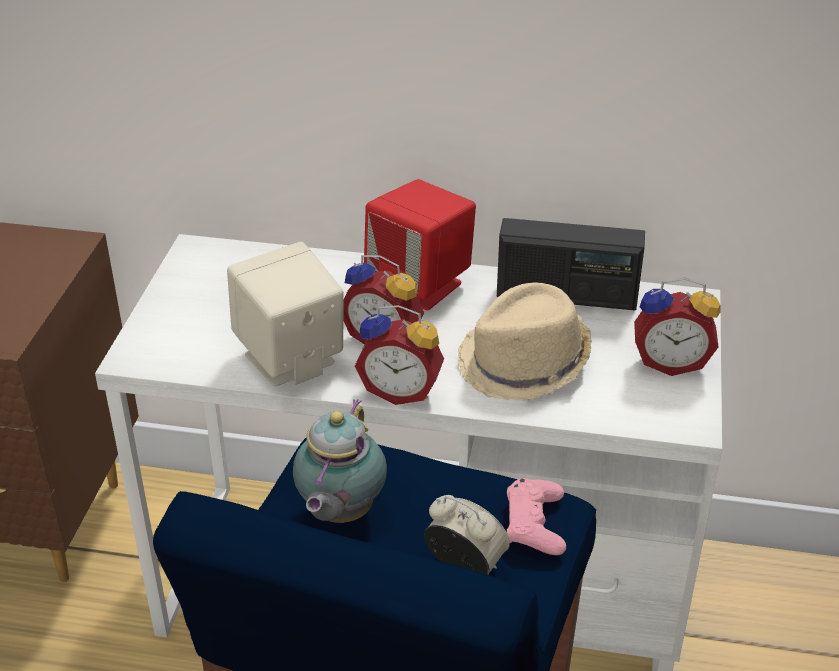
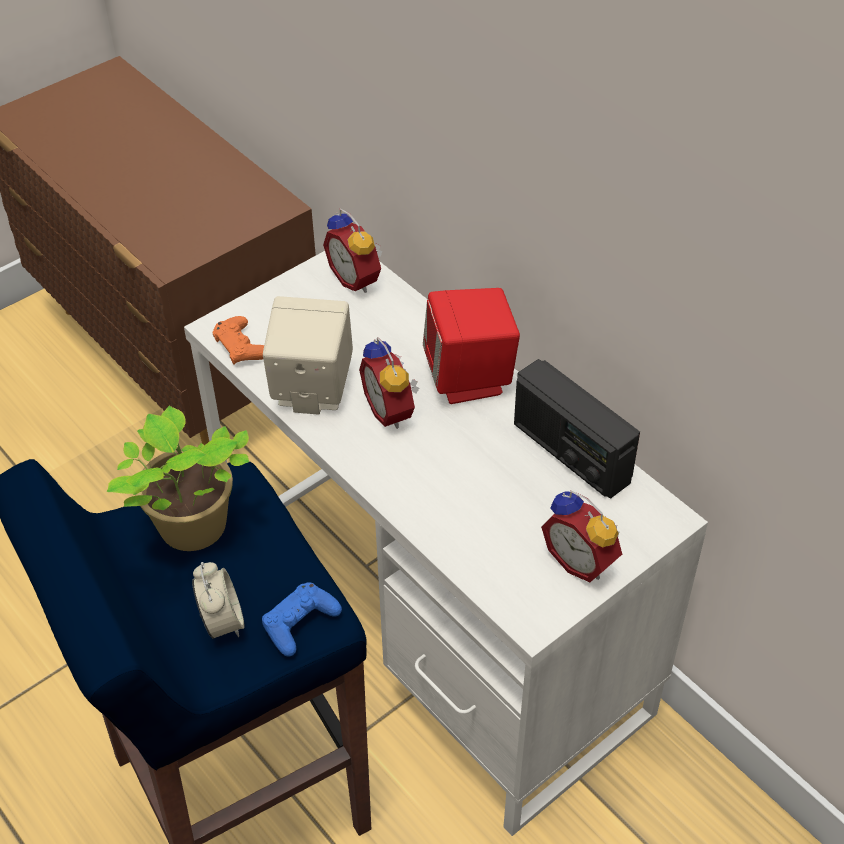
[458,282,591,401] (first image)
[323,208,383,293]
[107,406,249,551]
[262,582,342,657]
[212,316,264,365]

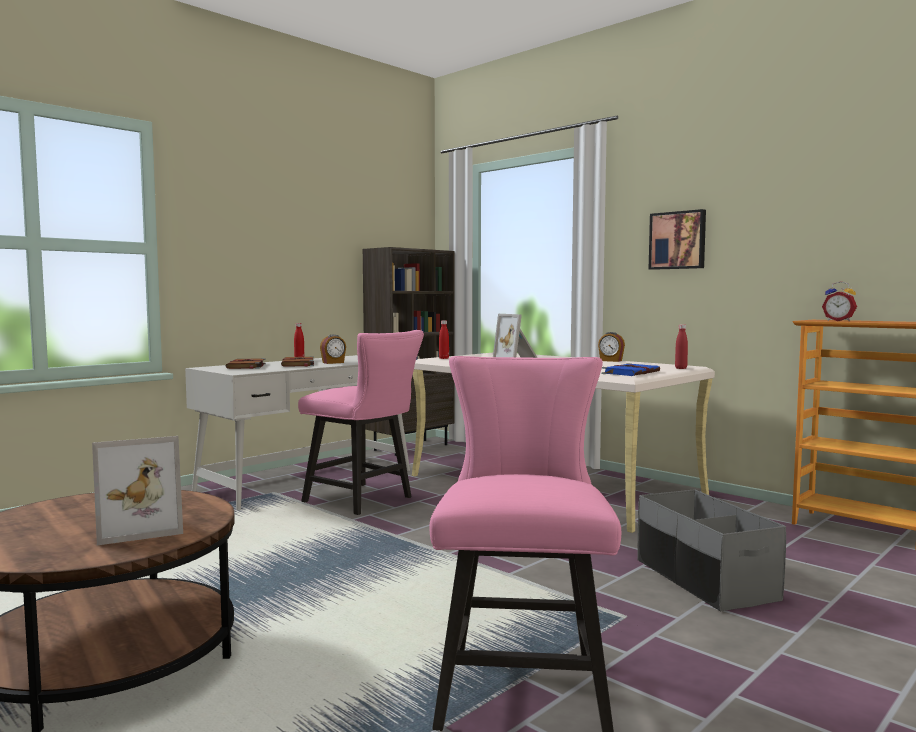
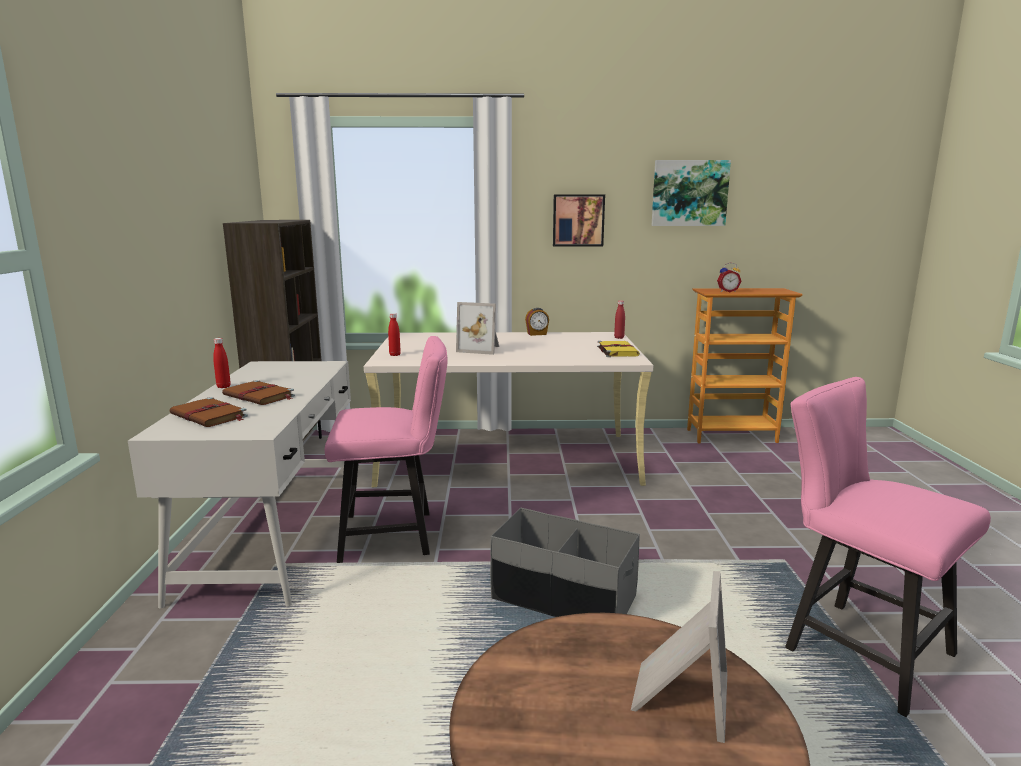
[320,335,346,364] (first image)
[597,341,640,357]
[490,508,640,617]
[652,160,731,226]

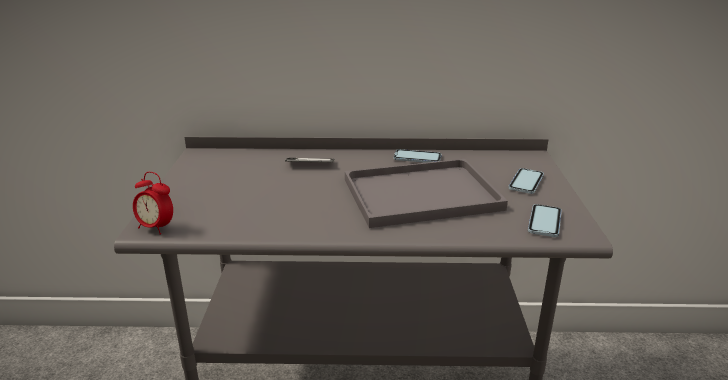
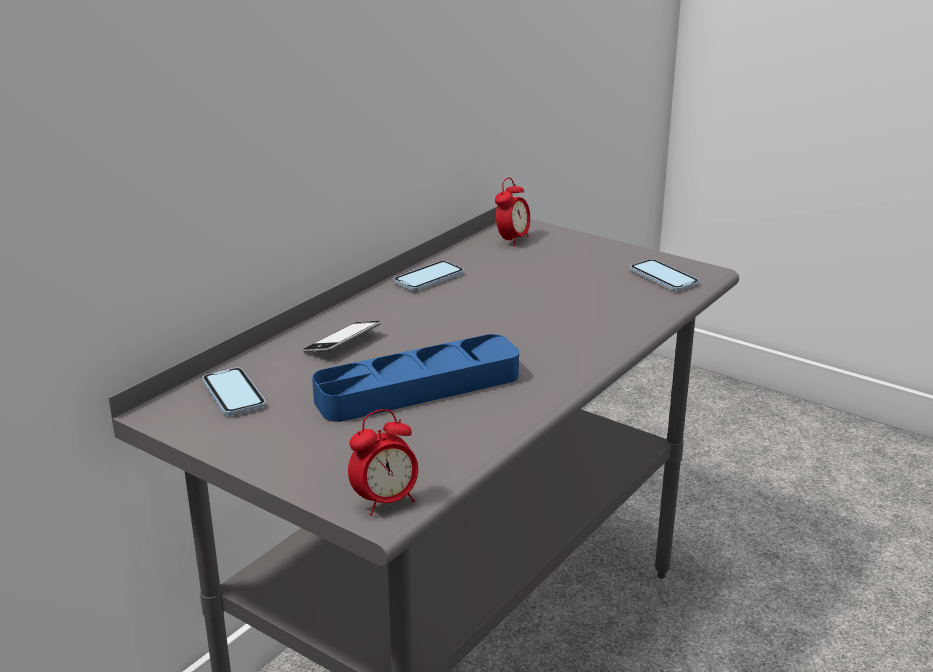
[345,159,508,228] (first image)
[202,368,266,416]
[495,177,530,247]
[312,334,519,422]

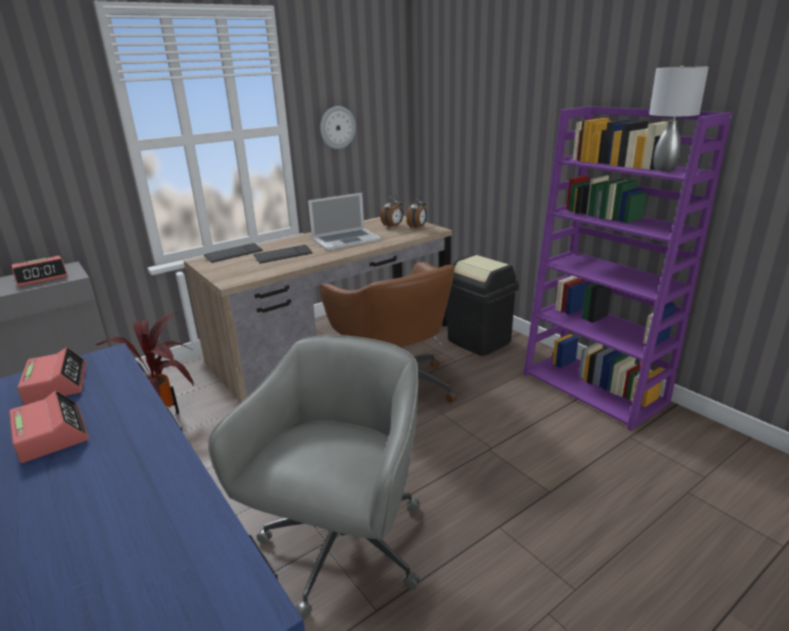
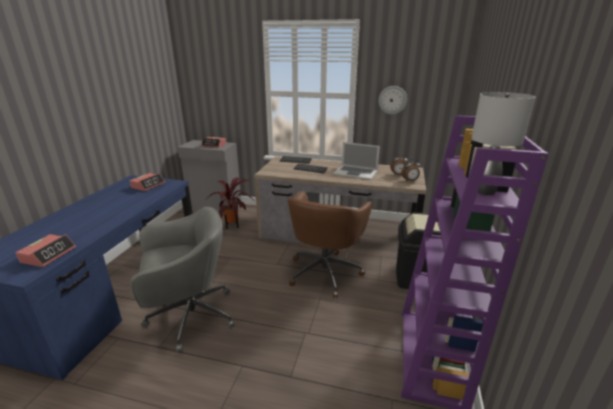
[16,234,76,267]

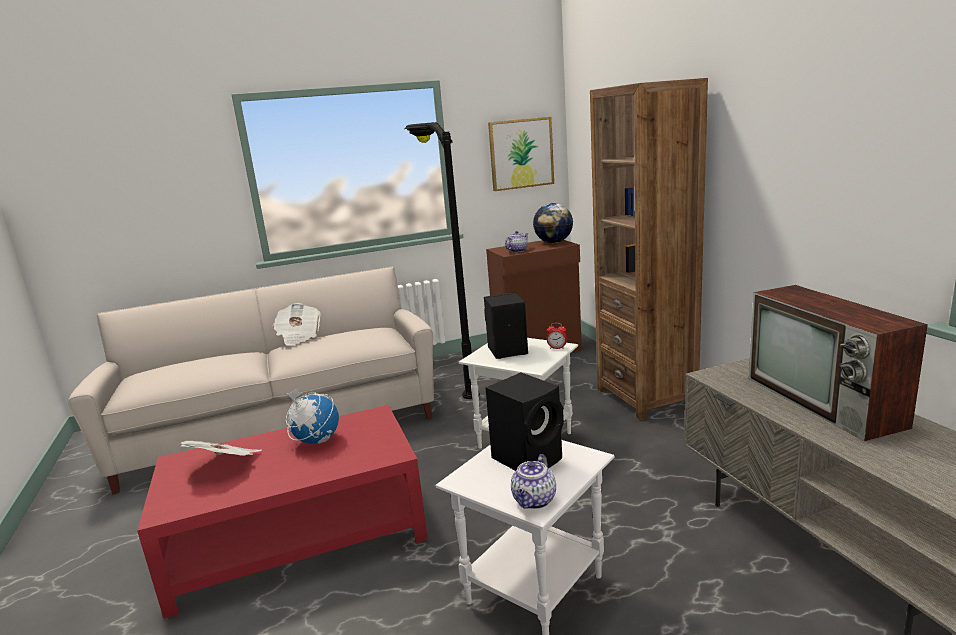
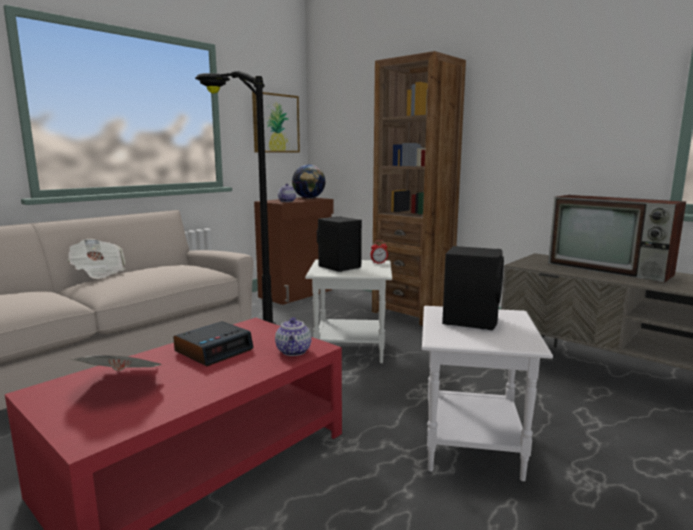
[173,321,254,366]
[275,317,312,356]

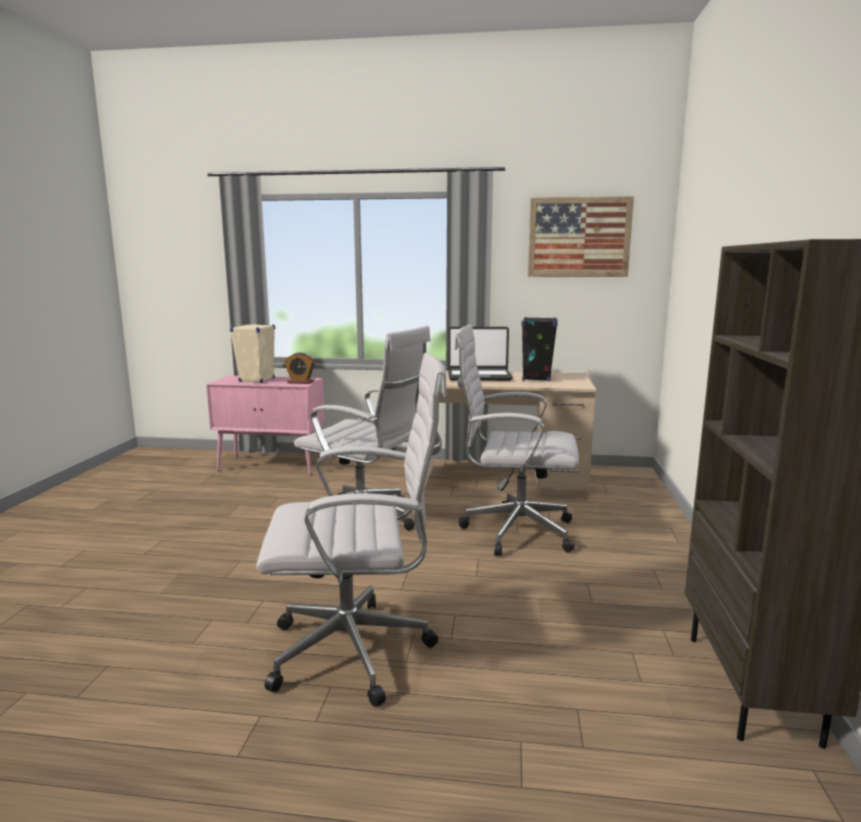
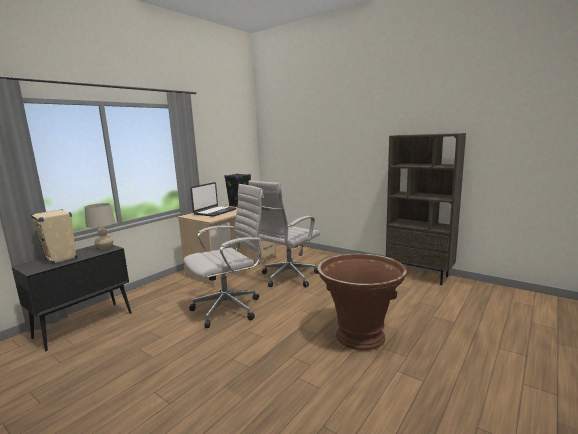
[528,196,634,277] (first image)
[84,203,116,250]
[317,253,407,350]
[12,245,132,351]

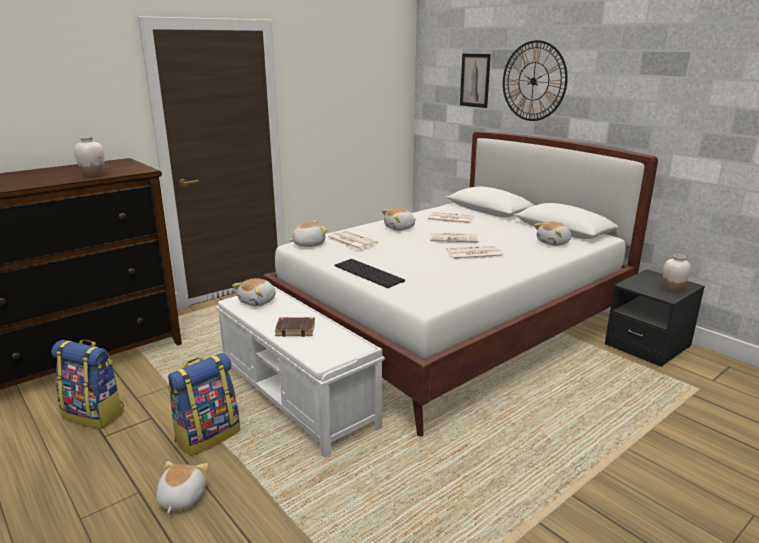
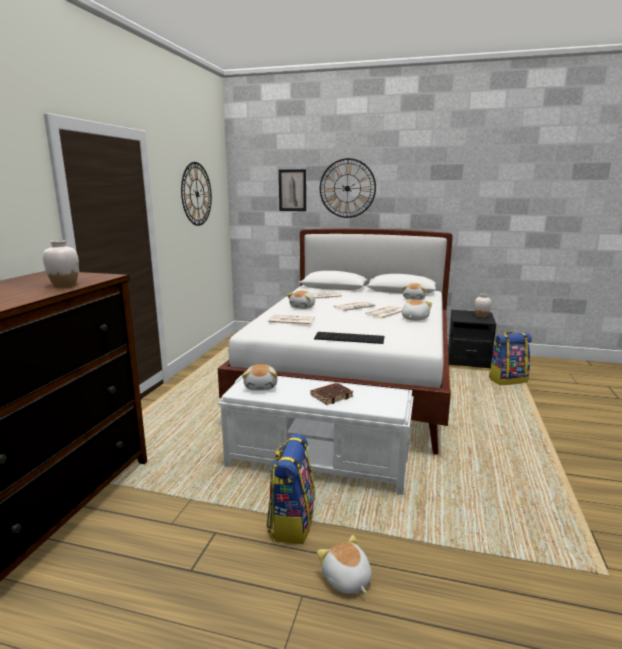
[402,299,432,321]
[489,332,532,385]
[181,162,212,226]

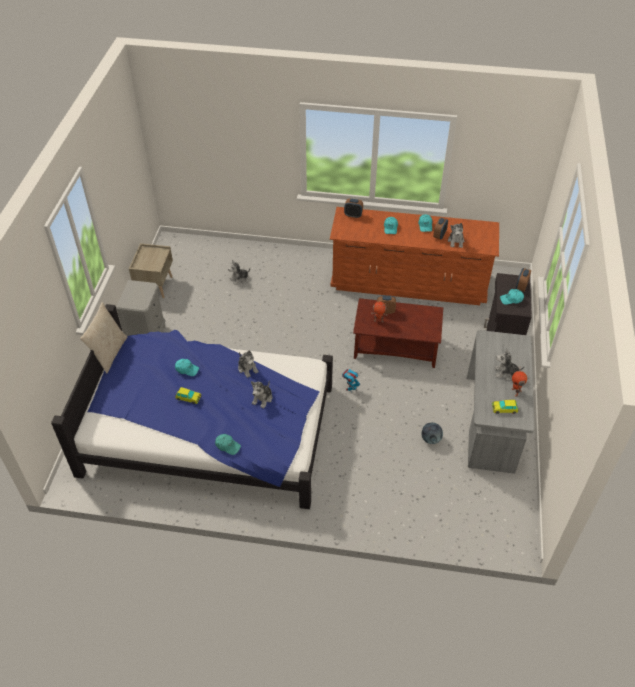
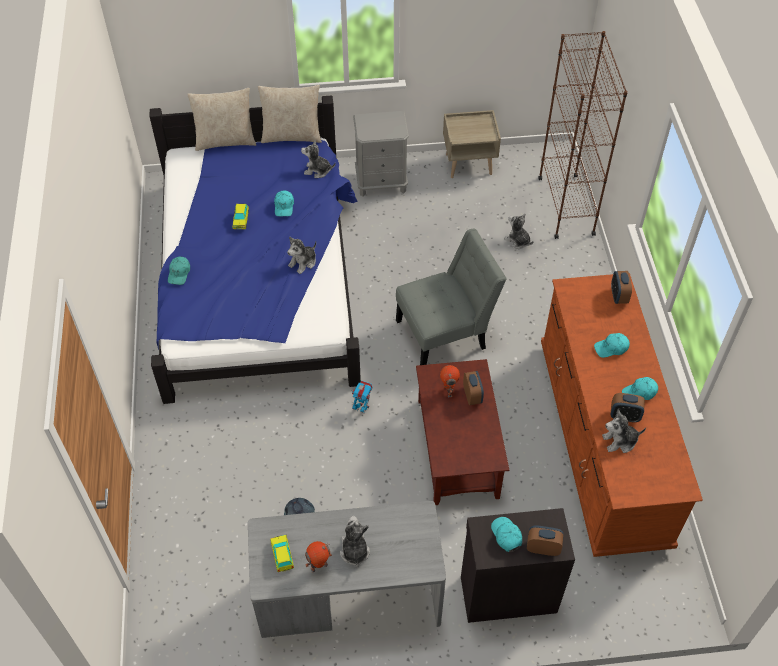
[301,140,336,178]
[539,31,628,239]
[187,88,256,151]
[396,229,507,365]

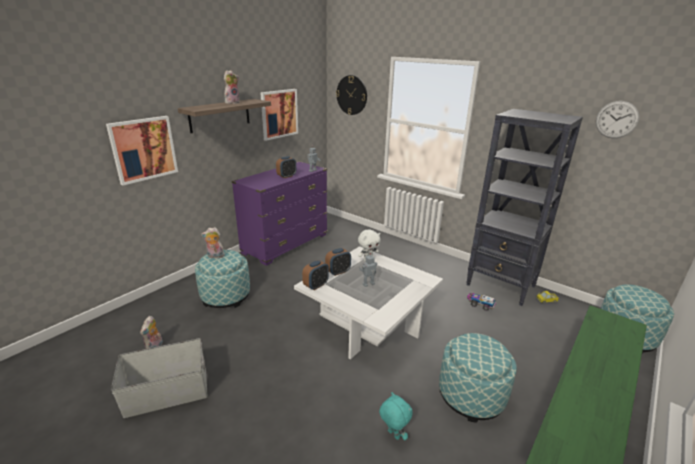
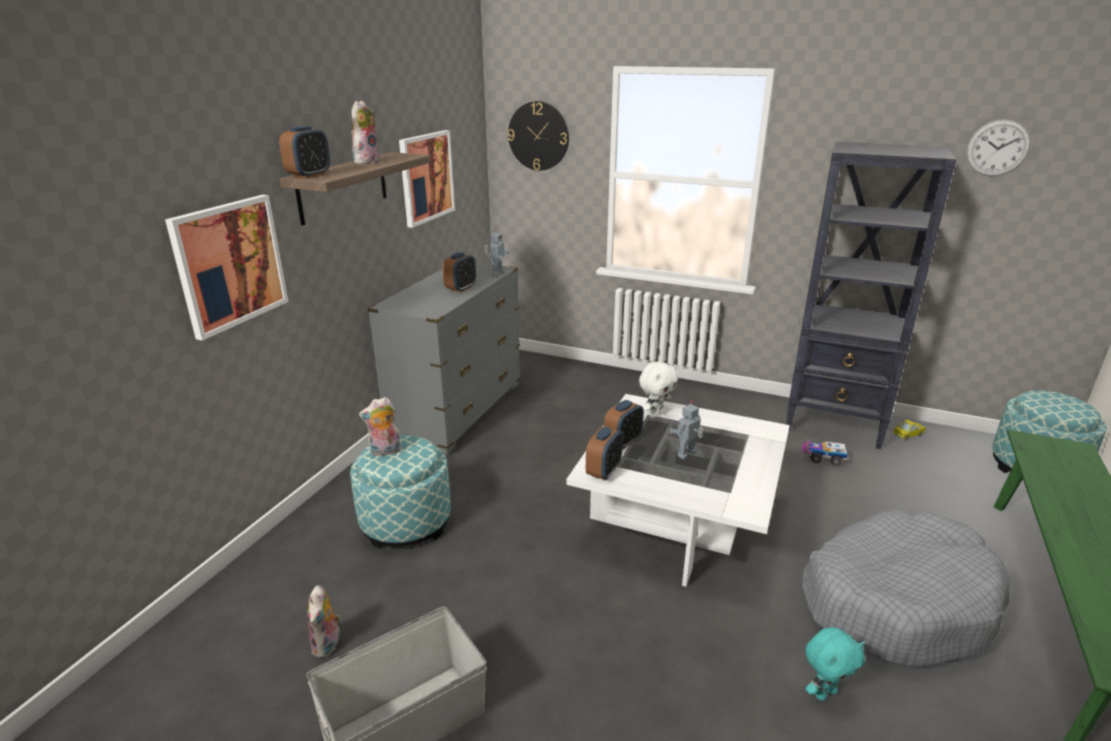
[368,262,521,454]
[802,509,1010,668]
[806,627,865,701]
[279,126,330,178]

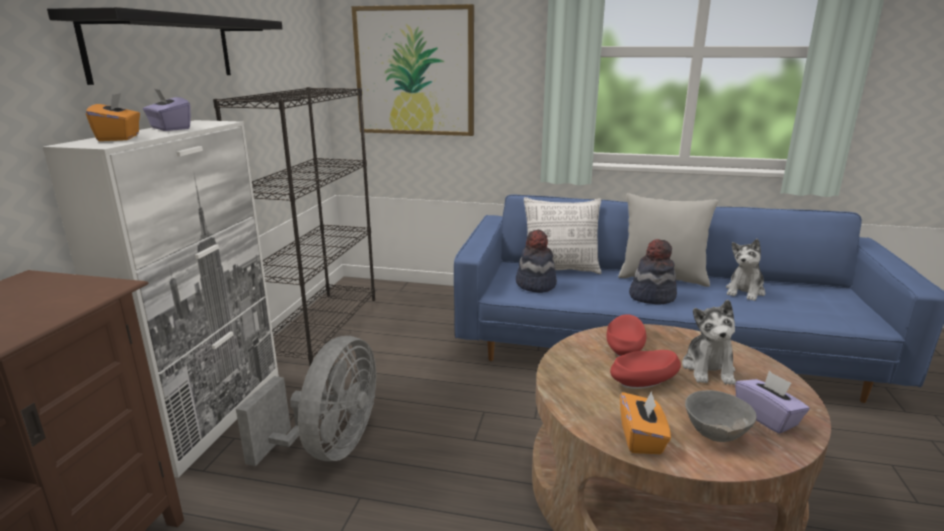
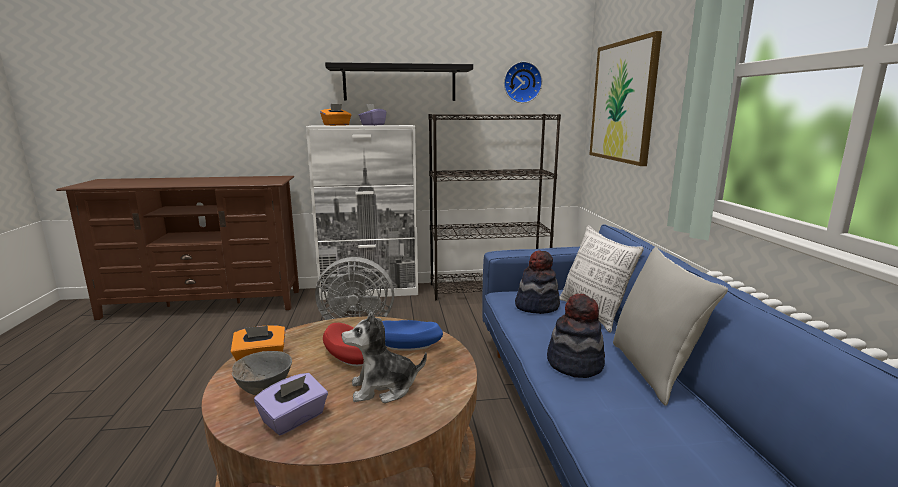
[726,239,765,301] (first image)
[382,320,443,351]
[504,61,542,103]

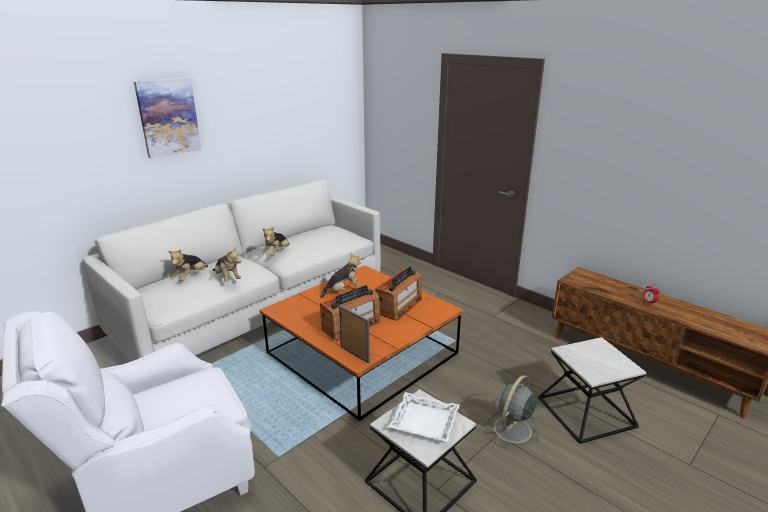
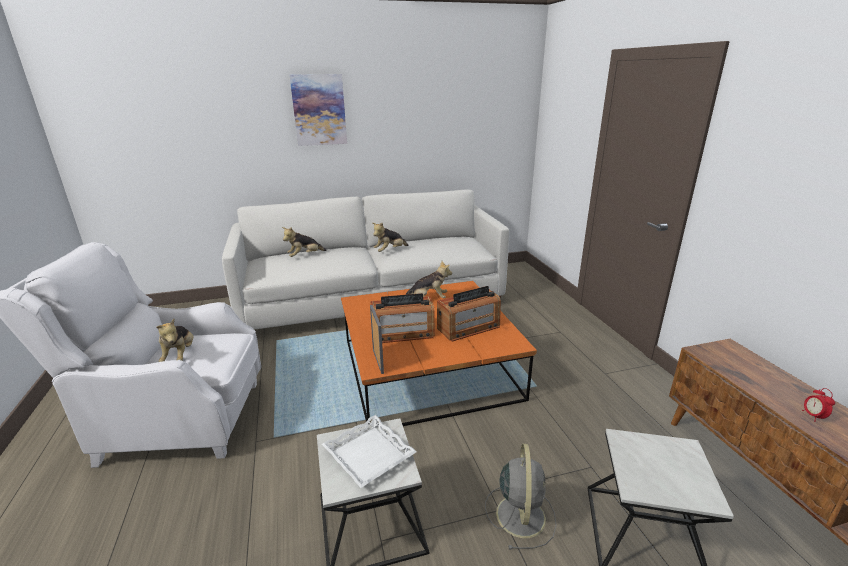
[157,319,194,362]
[485,444,556,550]

